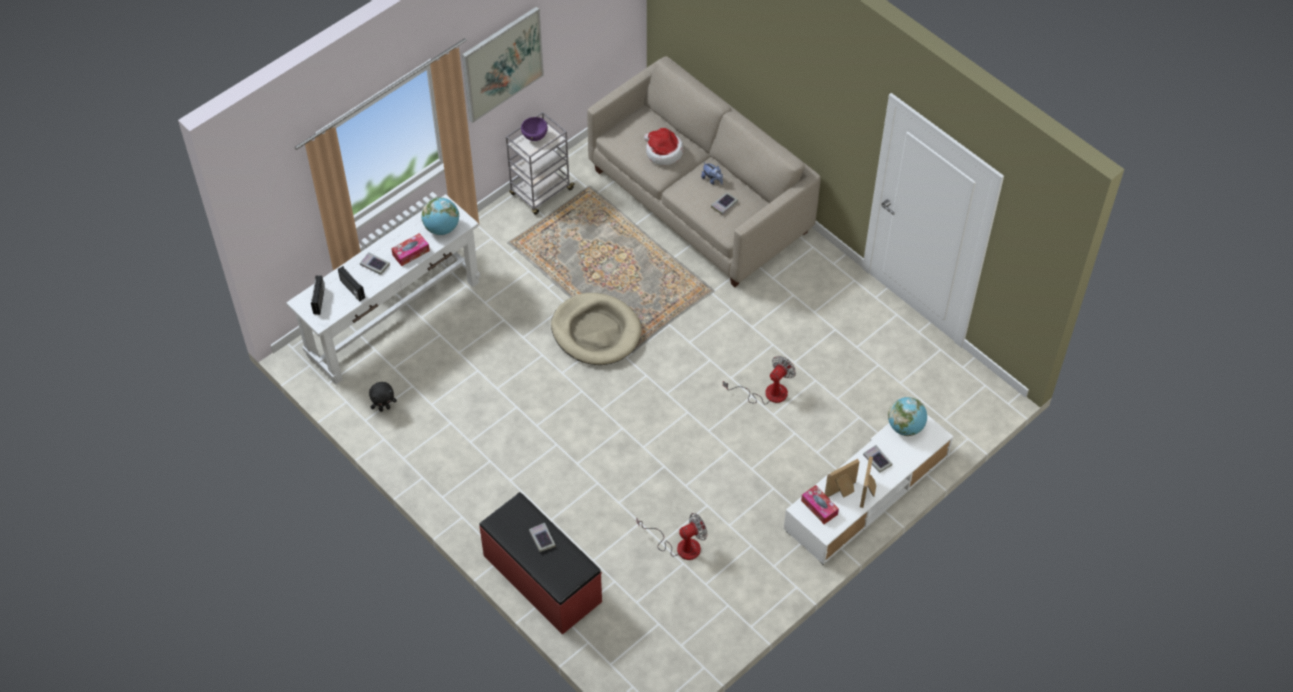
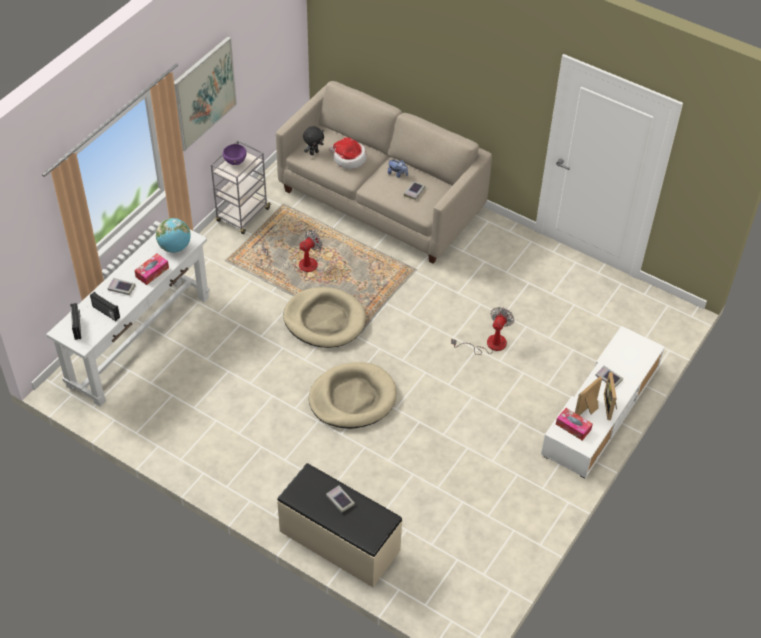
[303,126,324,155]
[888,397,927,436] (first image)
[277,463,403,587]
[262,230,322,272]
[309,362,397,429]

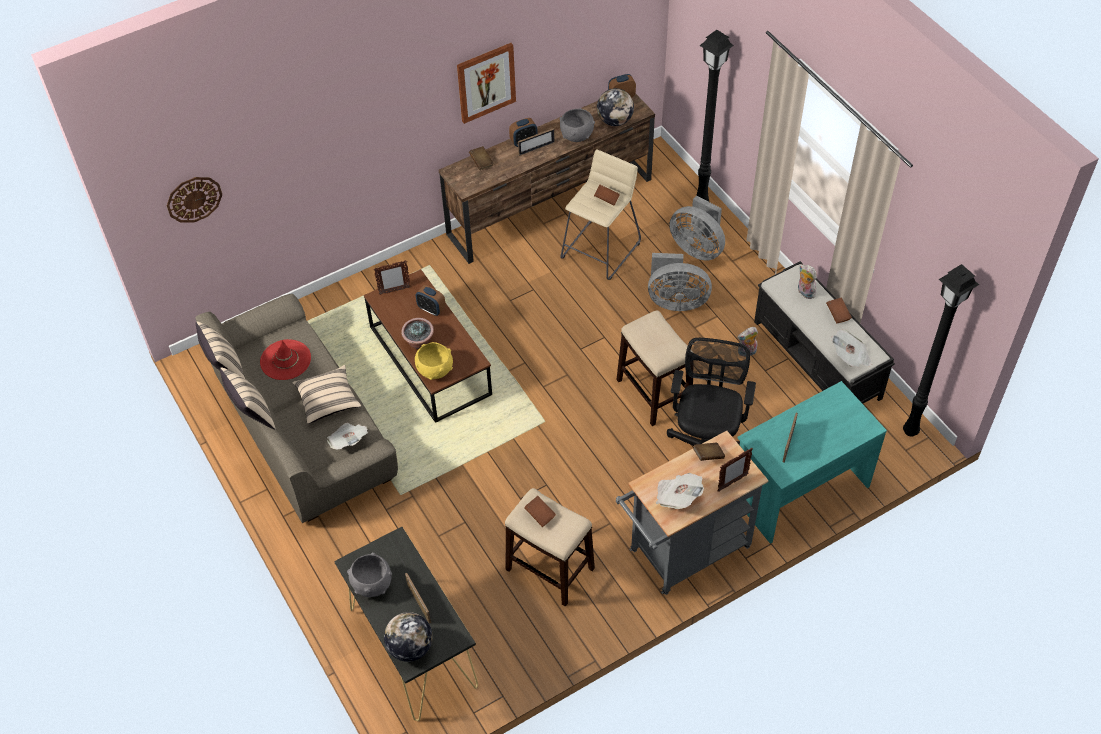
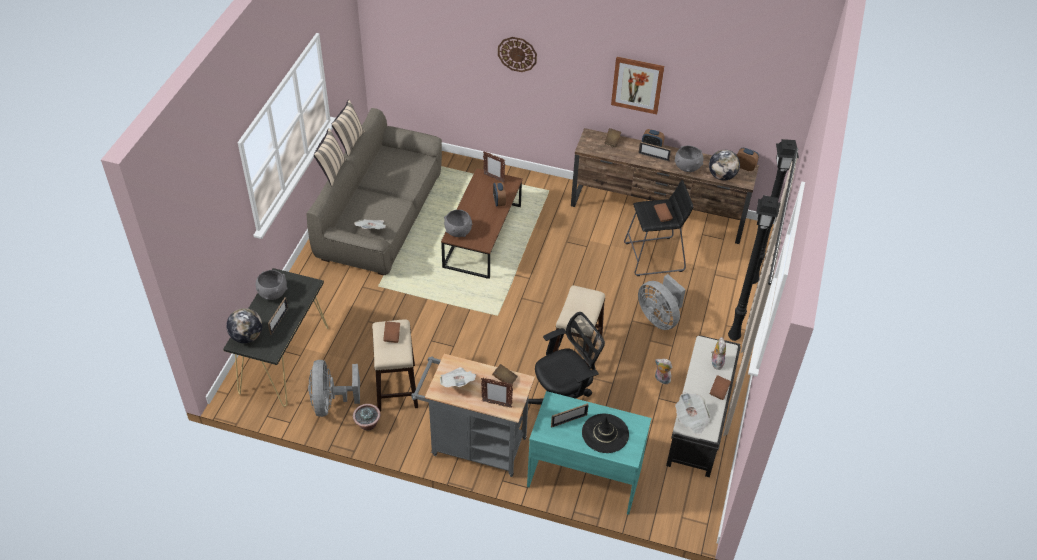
[624,180,694,276]
[498,37,537,72]
[308,360,360,417]
[728,195,780,341]
[353,404,381,430]
[260,339,311,380] (first image)
[444,210,472,237]
[292,365,361,424] (first image)
[582,414,629,453]

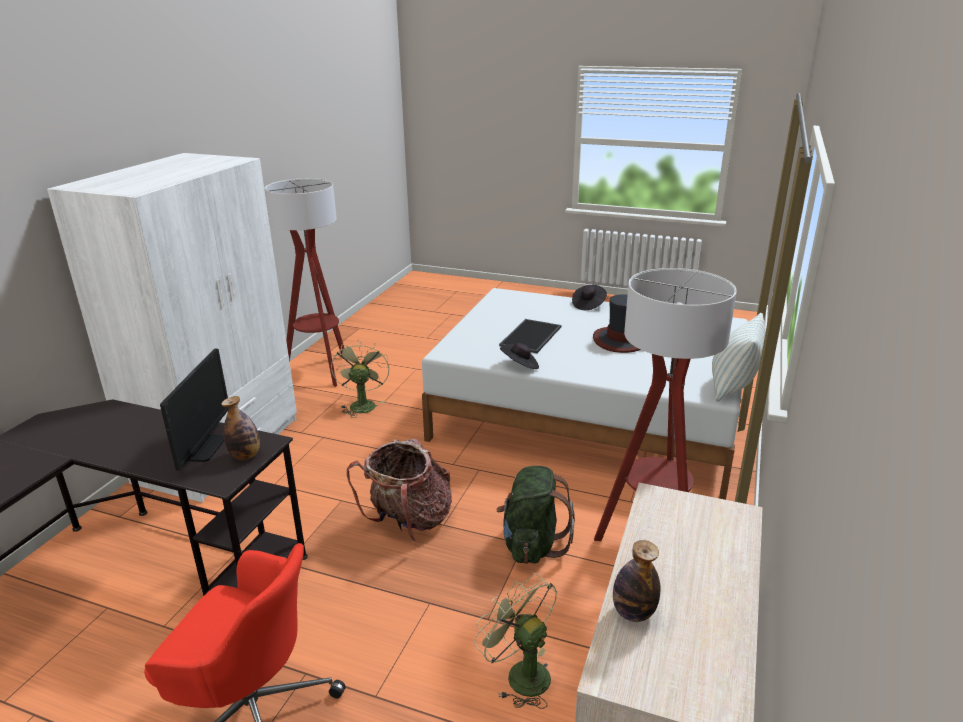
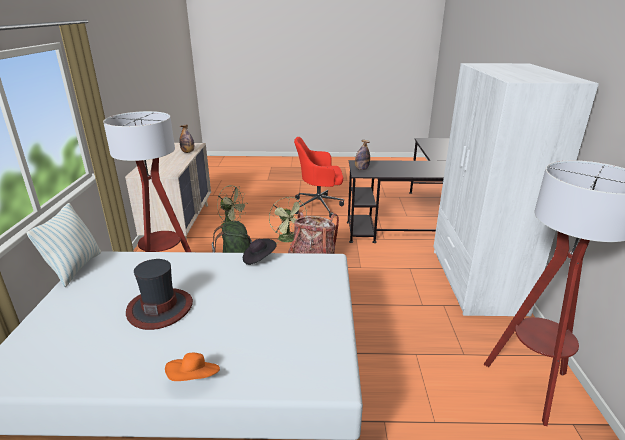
[165,353,220,381]
[499,319,561,353] (first image)
[269,197,308,244]
[160,349,229,470] (first image)

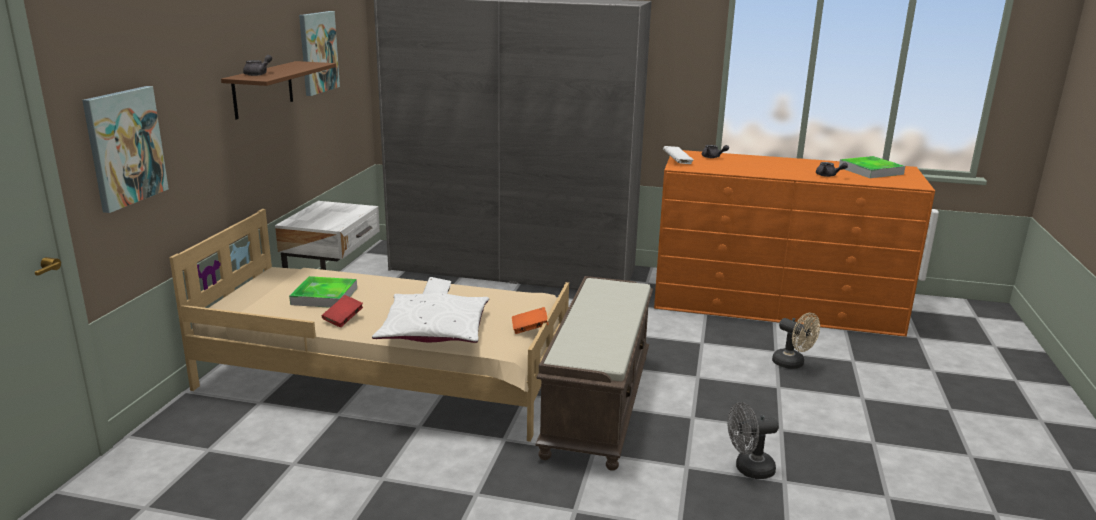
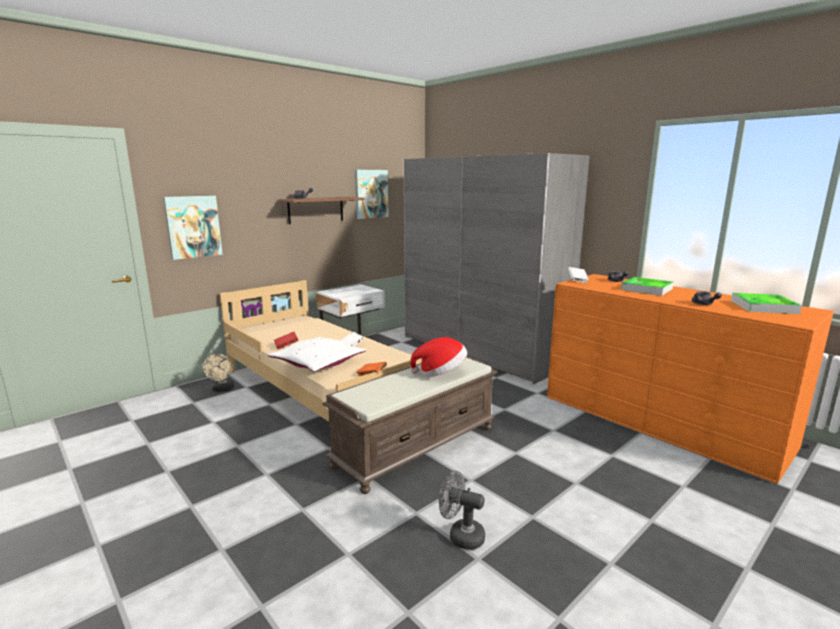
[621,277,674,296]
[203,354,234,392]
[410,337,467,377]

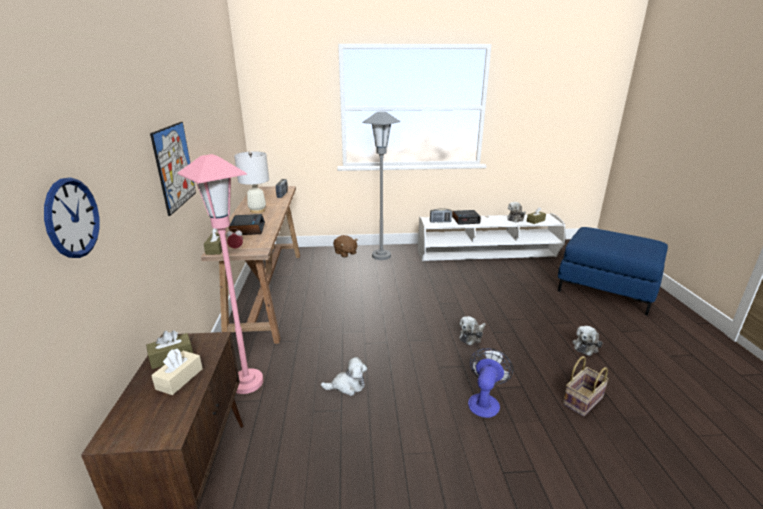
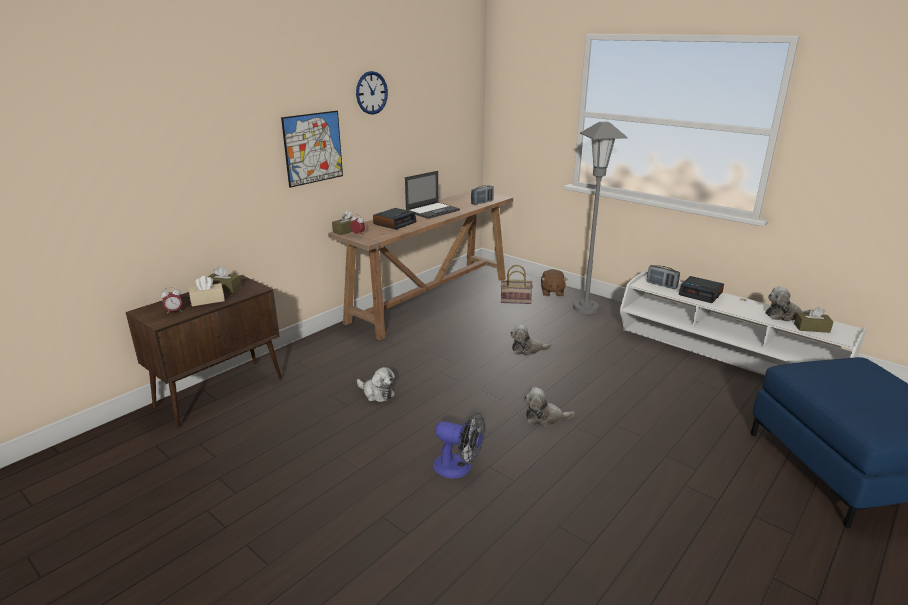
[405,171,460,219]
[177,154,263,394] (first image)
[356,71,388,115]
[510,324,552,356]
[433,413,485,478]
[501,265,533,304]
[161,287,182,314]

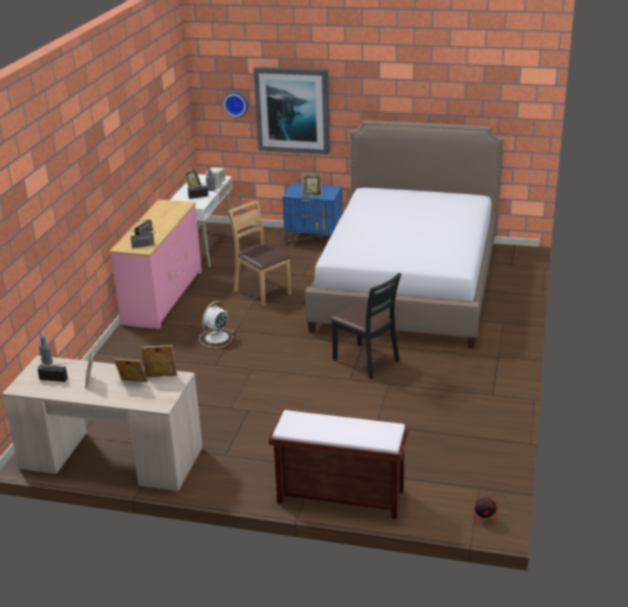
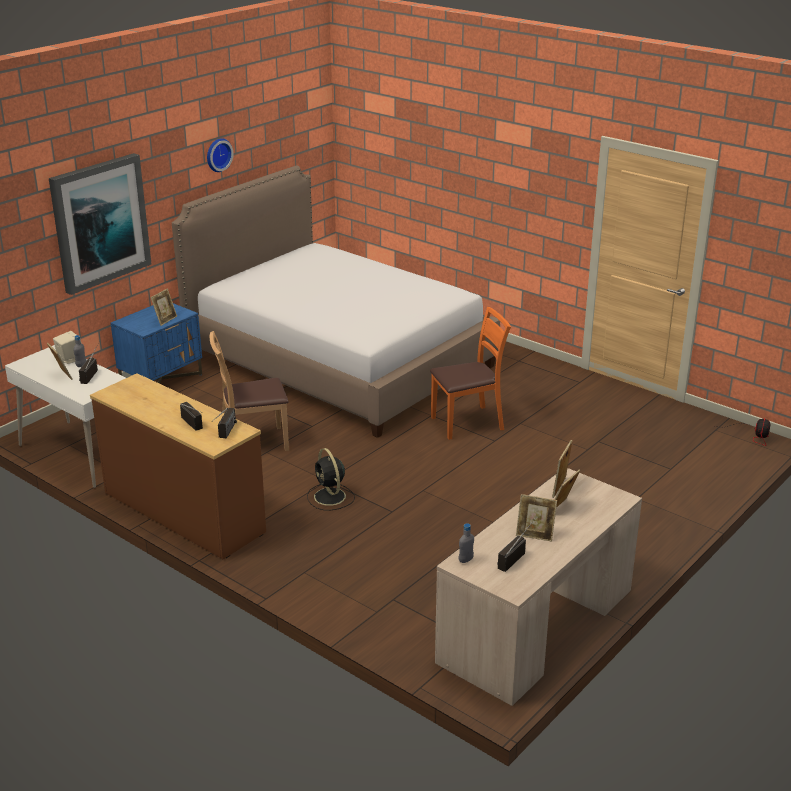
[207,138,234,172]
[90,373,266,559]
[430,307,511,440]
[307,448,355,510]
[269,410,409,519] (first image)

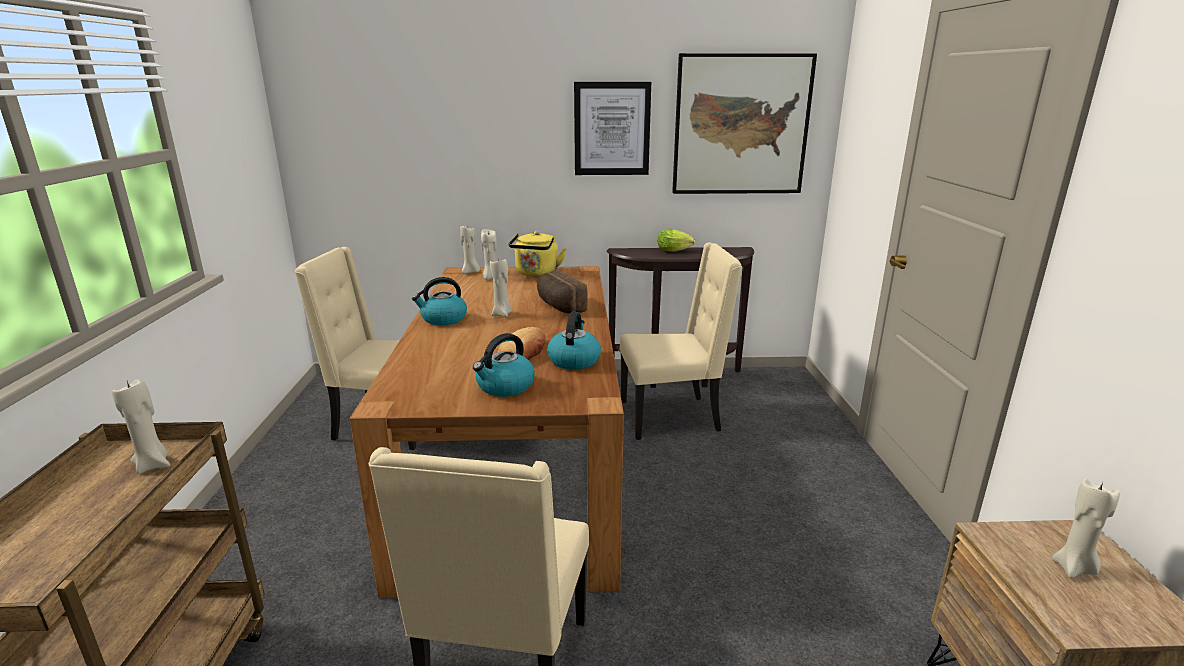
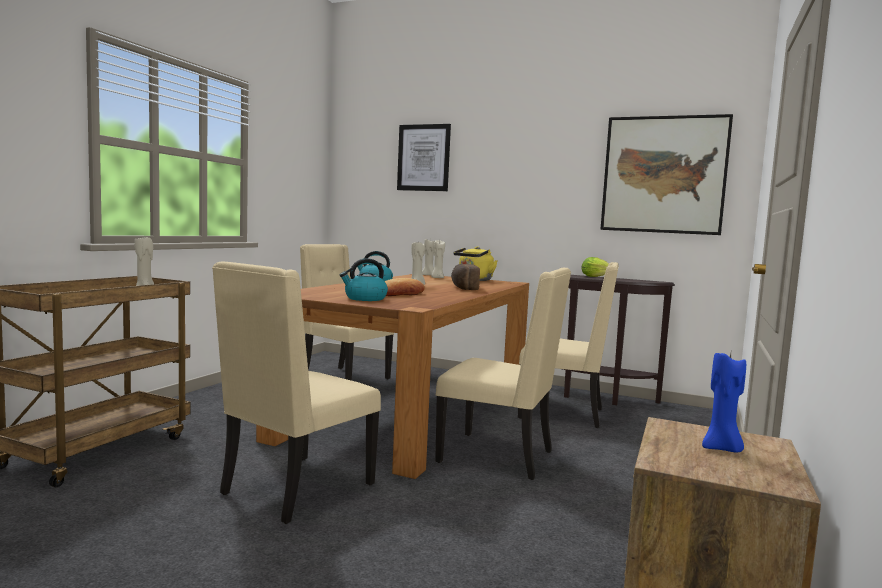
[397,124,451,191]
[547,312,601,370] (first image)
[702,353,746,452]
[435,268,571,480]

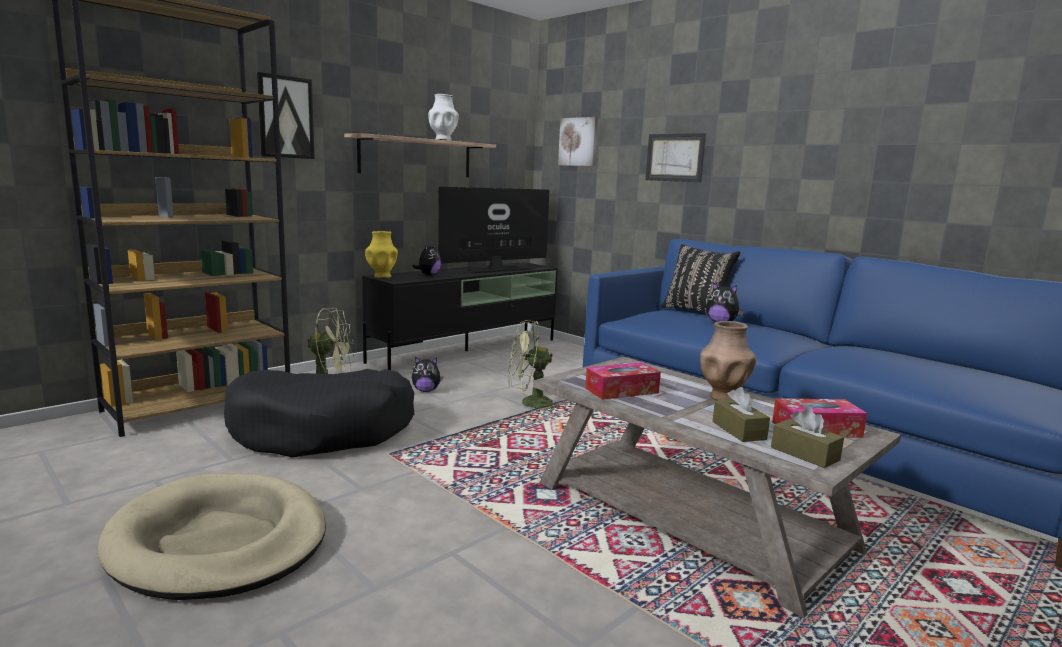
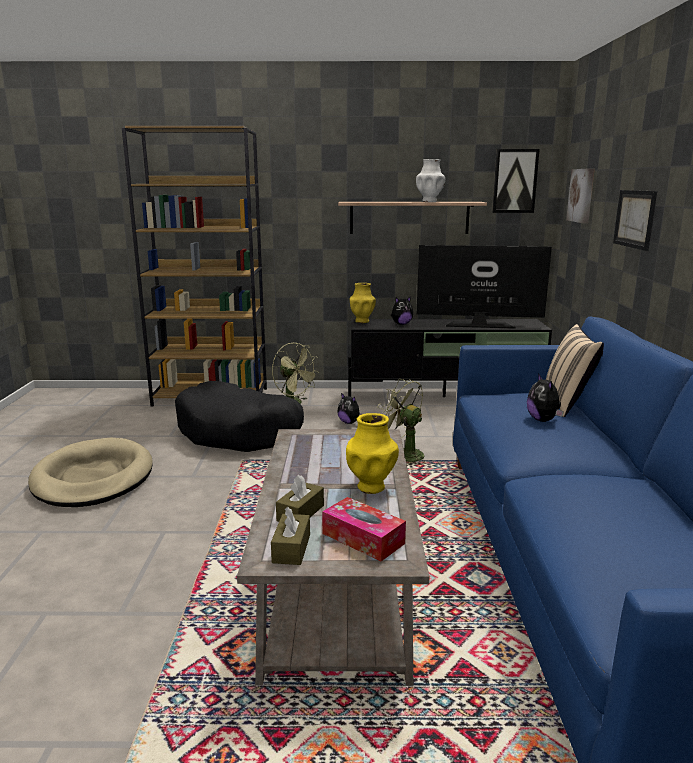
[492,149,540,213]
[546,324,604,417]
[346,413,399,494]
[585,362,661,400] (first image)

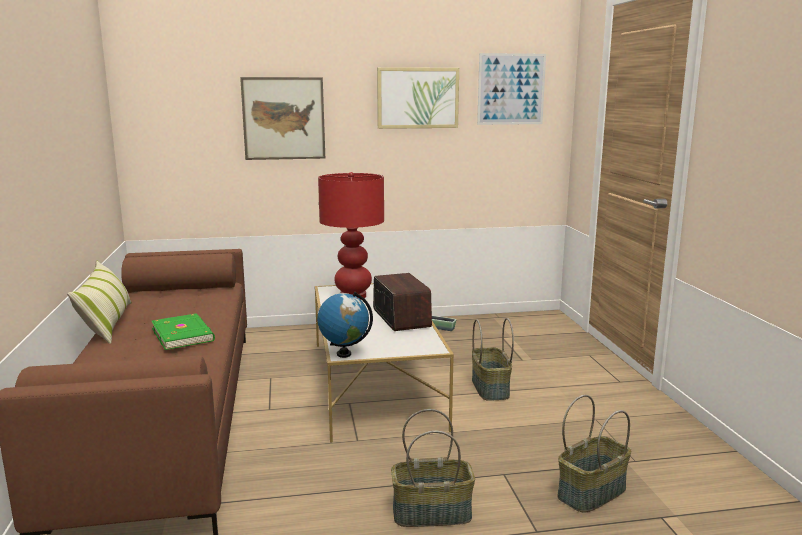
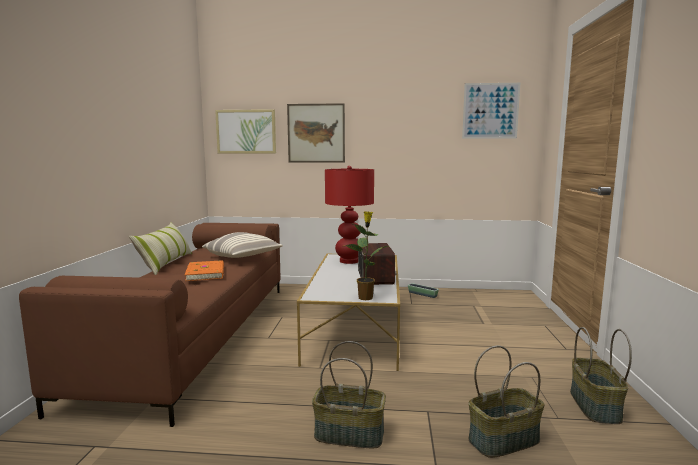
[215,109,276,153]
[317,292,373,358] (first image)
[185,261,224,281]
[570,327,632,424]
[342,211,388,300]
[202,232,283,258]

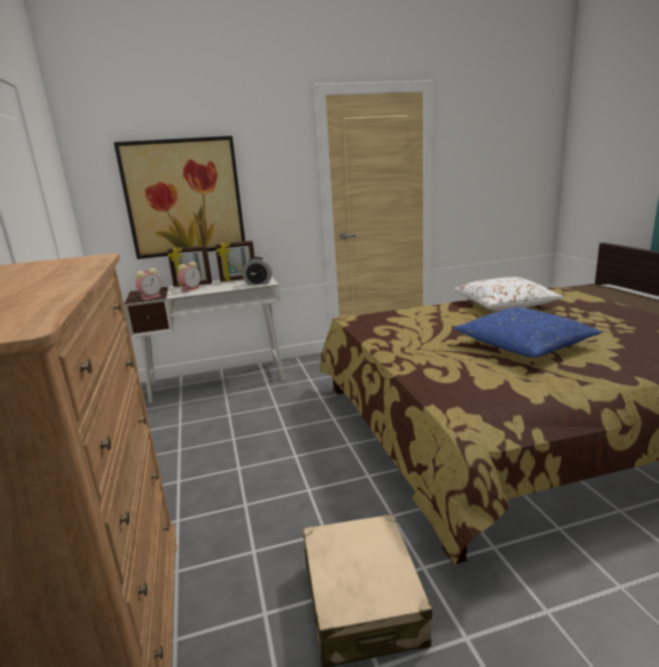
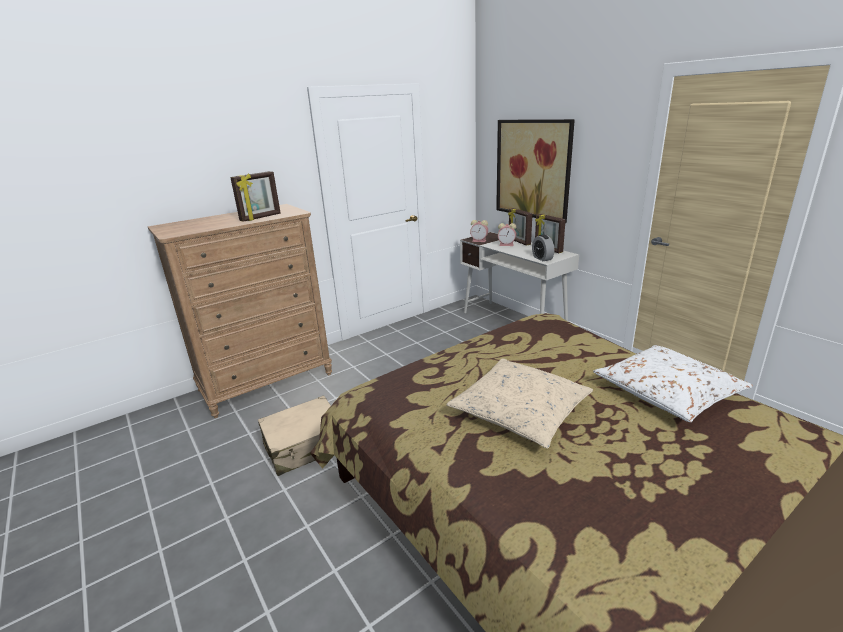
[446,358,593,448]
[230,171,281,222]

